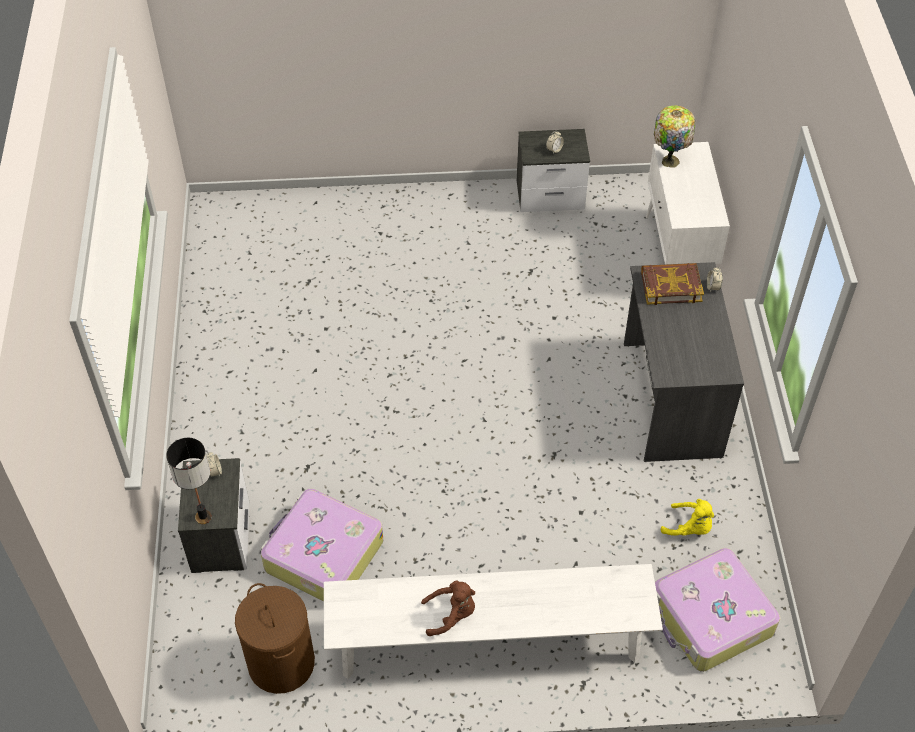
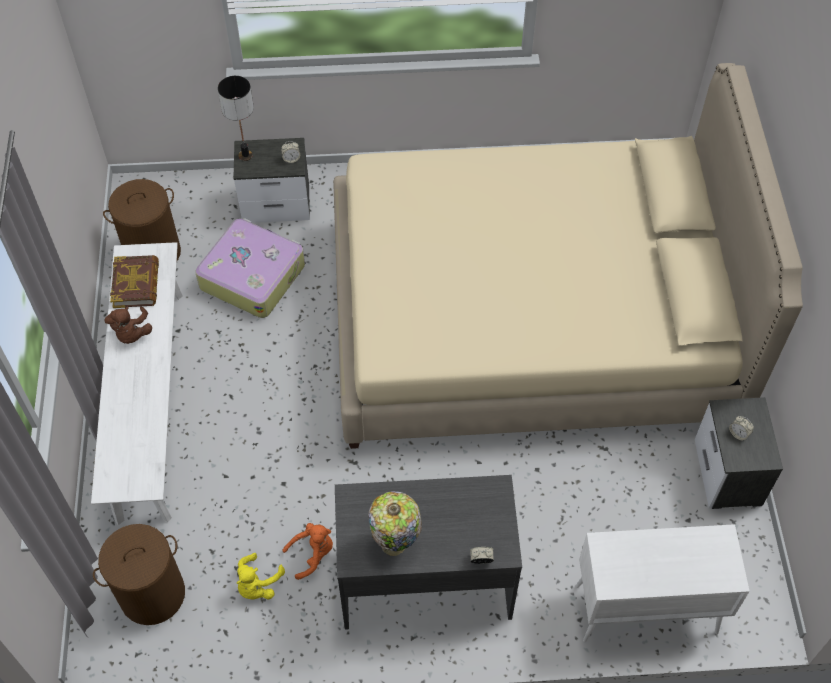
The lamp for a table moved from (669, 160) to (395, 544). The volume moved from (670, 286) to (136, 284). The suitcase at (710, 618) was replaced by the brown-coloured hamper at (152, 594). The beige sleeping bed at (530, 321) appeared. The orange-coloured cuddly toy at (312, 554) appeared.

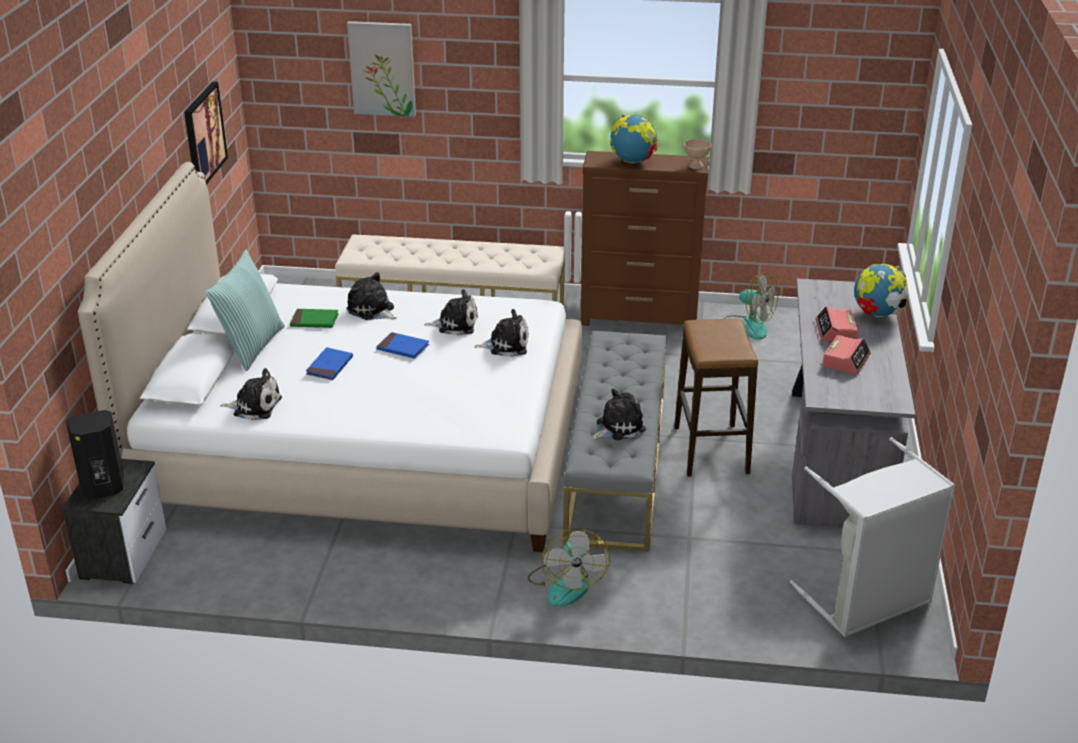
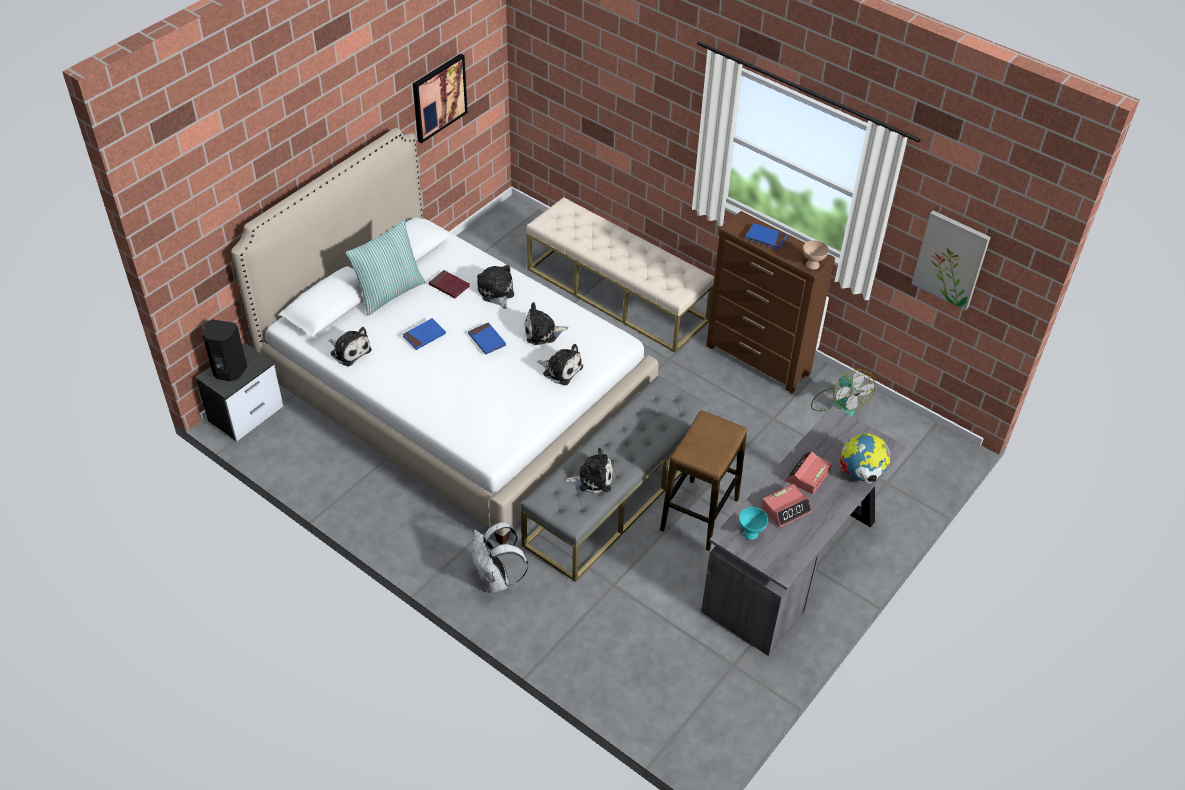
The wall picture moved from (382, 68) to (951, 259). The desk globe at (633, 161) was replaced by the blue-coloured volume at (765, 238). The cuddly toy at (455, 324) turned 135 degrees clockwise. The green-coloured volume at (314, 321) became the red-coloured volume at (449, 286). The gray hamper at (868, 602) disappeared. The fan at (566, 584) was replaced by the whitish knapsack at (496, 580). The turquoise deep dish at (751, 533) appeared.

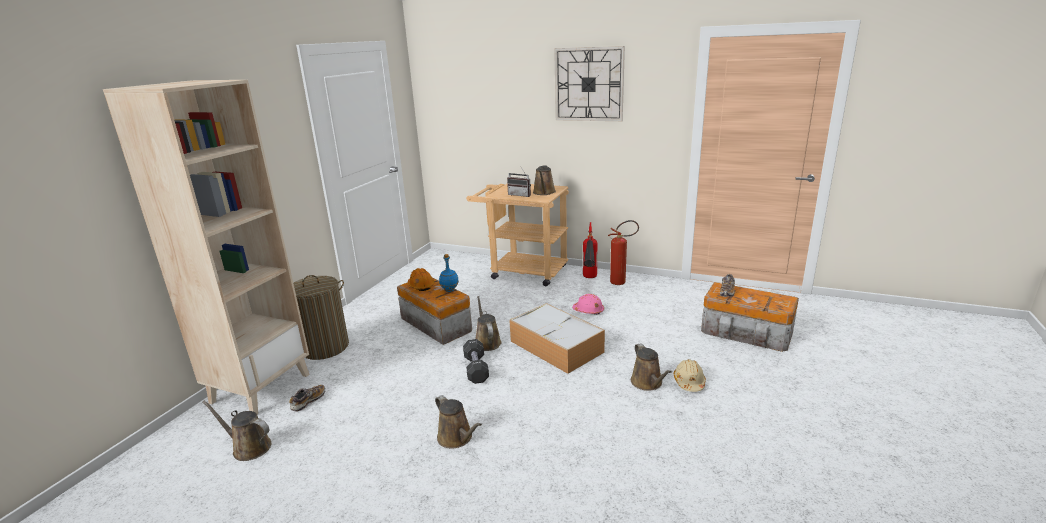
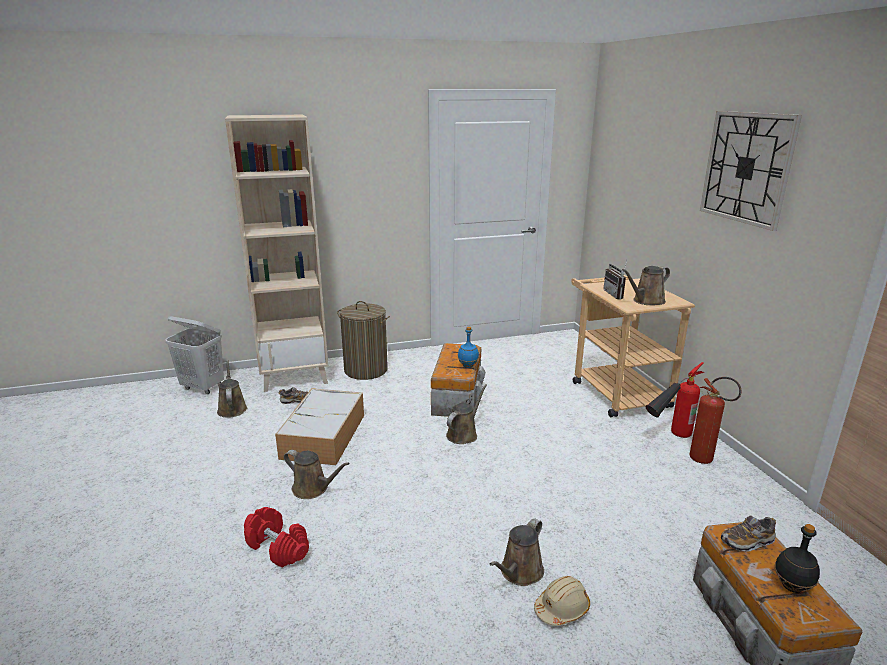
The orange-coloured hard hat at (421, 286) disappeared. The pink-coloured hard hat at (588, 311) disappeared. The storage container moved from (557, 347) to (323, 437). The black-coloured hand weight at (476, 369) disappeared. The brown-coloured watering can at (457, 438) turned 75 degrees counterclockwise. The whitish hamper at (203, 387) appeared. The red-coloured hand weight at (278, 547) appeared. The black-coloured beverage bottle at (791, 587) appeared.

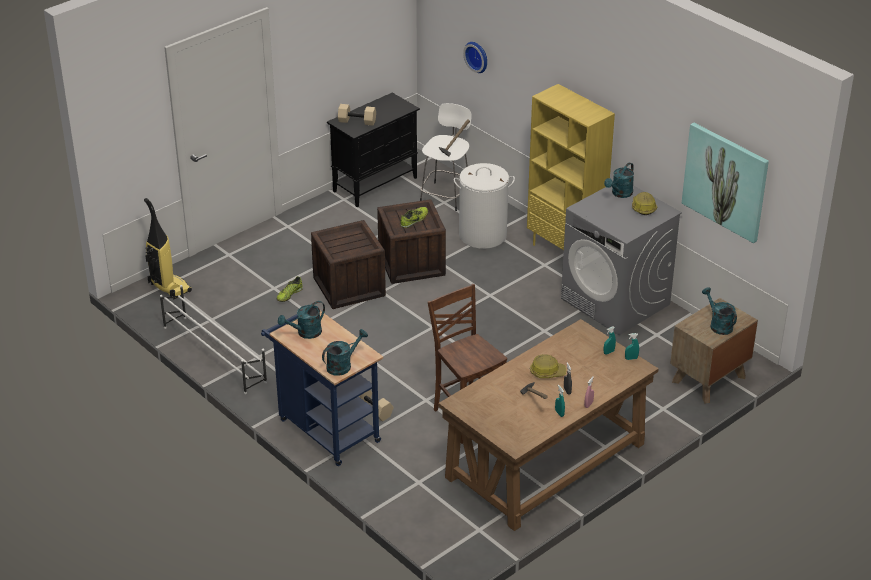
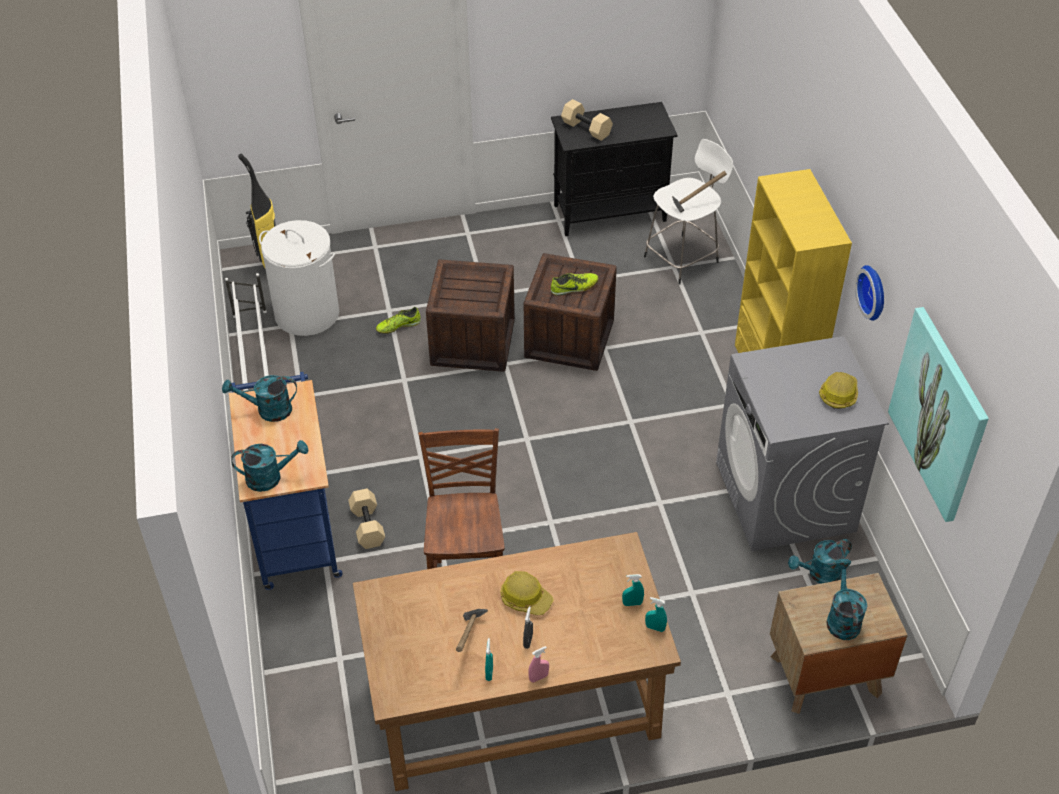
The clock on the wall moved from (477, 56) to (874, 292). The turquoise watering can moved from (620, 194) to (819, 574). The whitish hamper moved from (483, 235) to (307, 314).

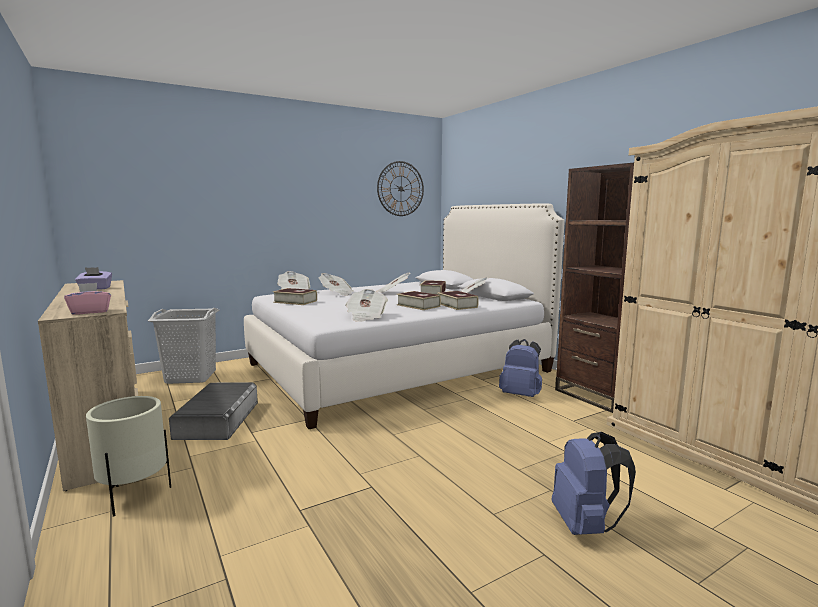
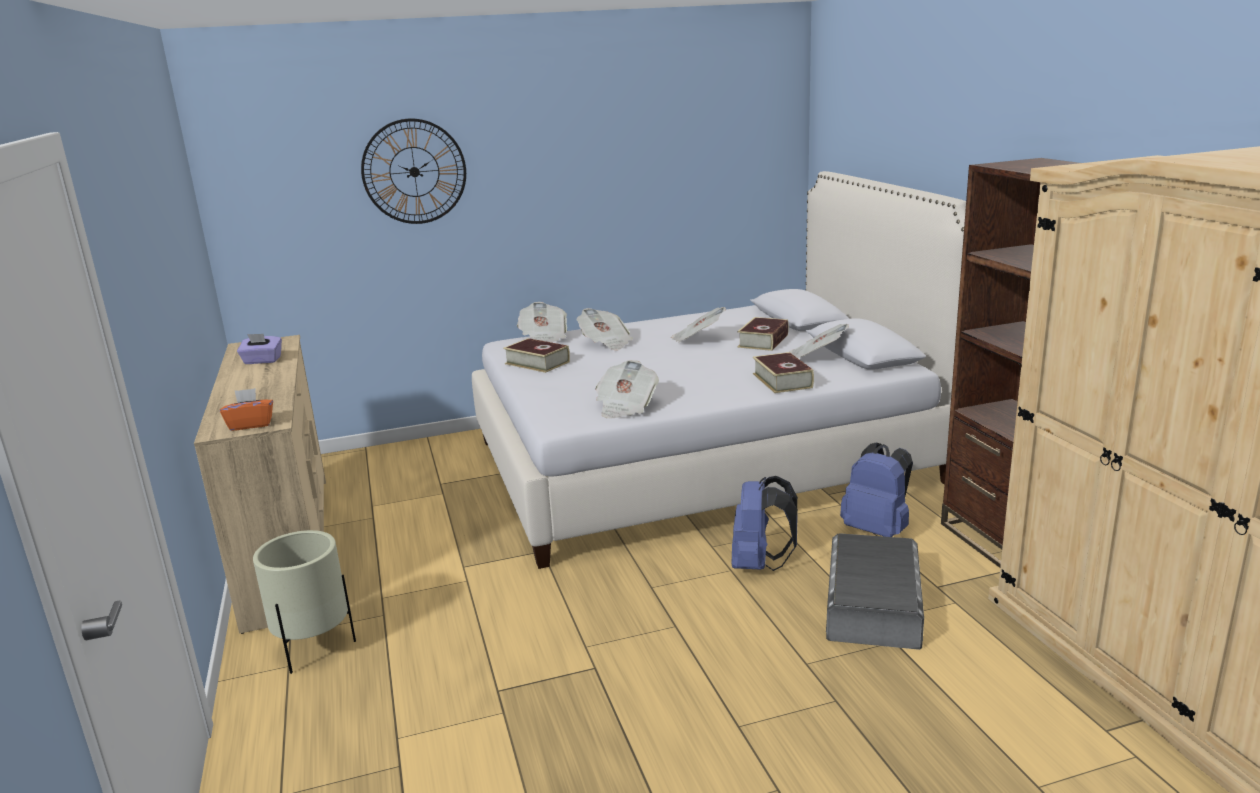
The clock on the wall moved from (400, 188) to (414, 172). The pink-coloured tissue box at (90, 312) became the orange-coloured tissue box at (251, 424). The volume at (418, 306) disappeared. The gray hamper at (190, 377) disappeared. The gray storage container moved from (217, 419) to (872, 603). The blue-coloured knapsack moved from (586, 525) to (759, 564).

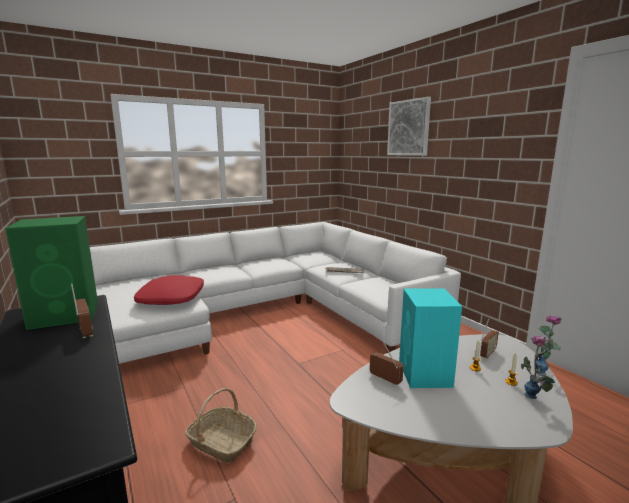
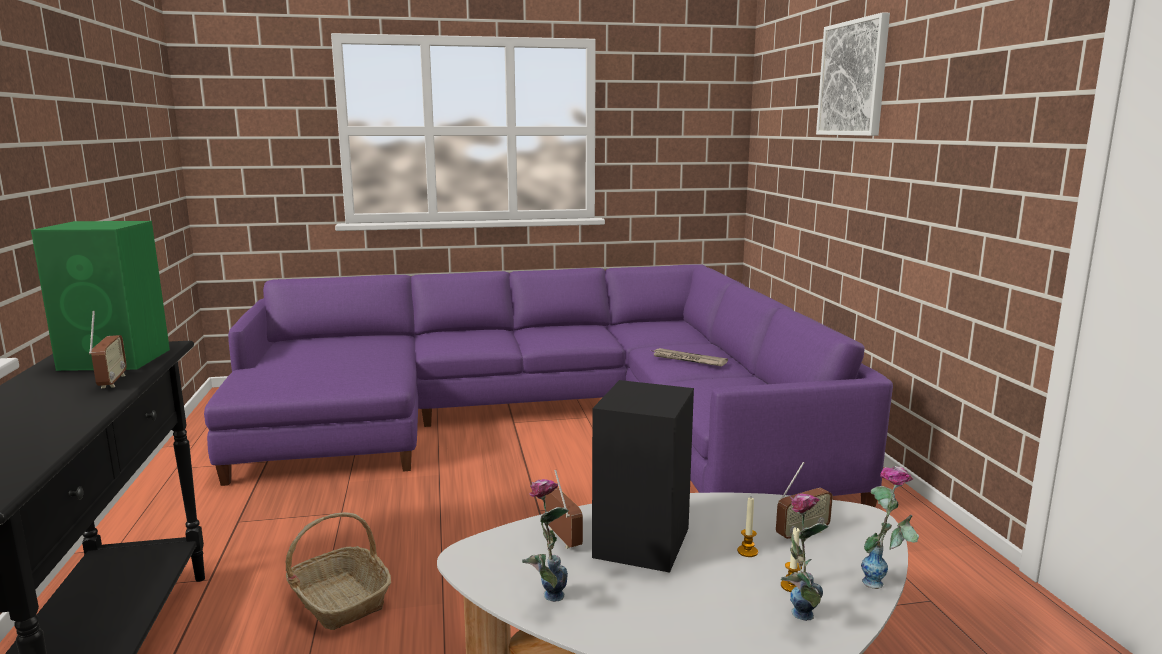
The whitish settee at (263, 313) became the purple settee at (540, 421). The red-coloured throw pillow at (172, 298) disappeared. The turquoise loudspeaker at (425, 375) became the black-coloured loudspeaker at (641, 544). The vase at (545, 603) appeared.

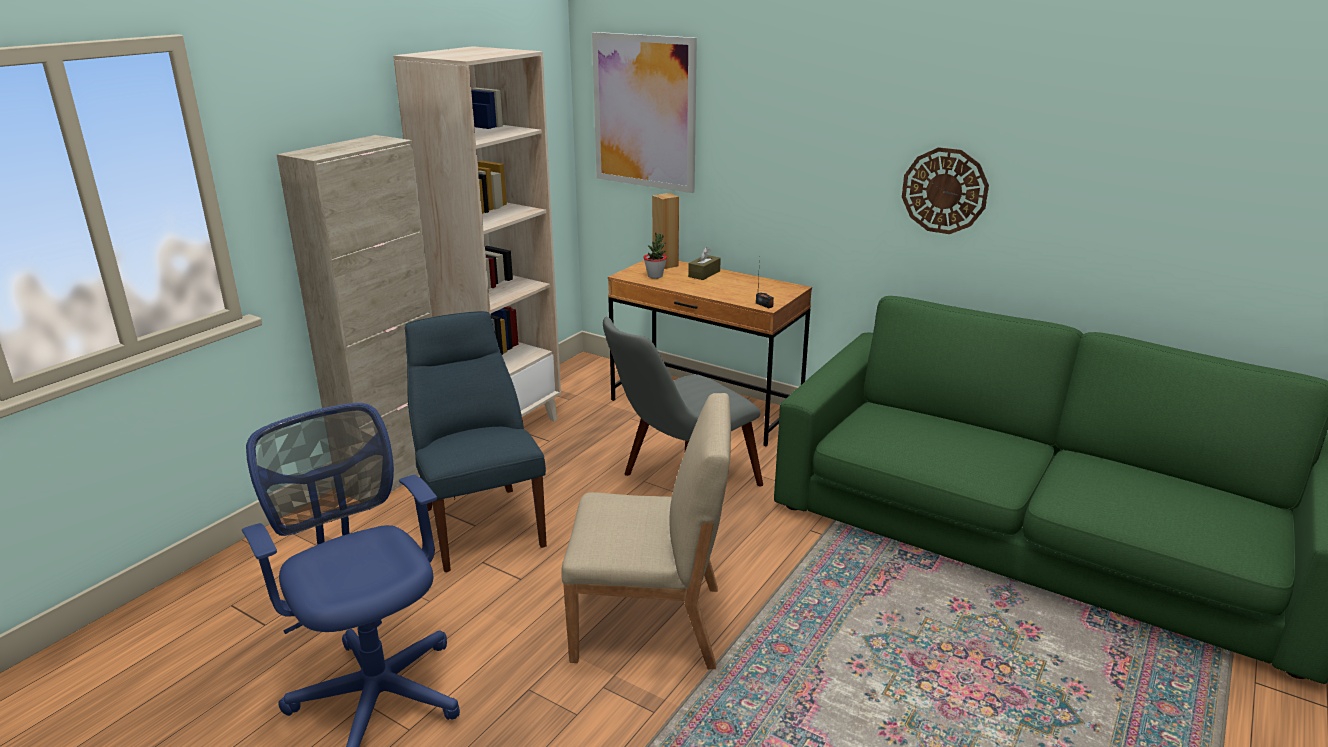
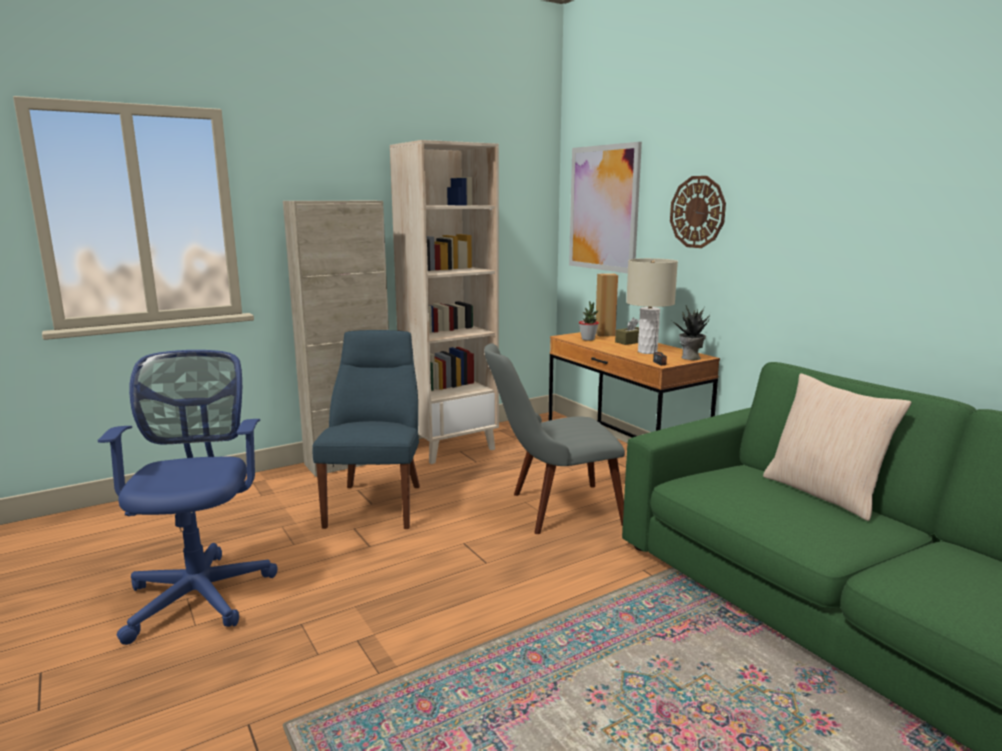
The clock on the wall moved from (944, 191) to (697, 212). The beige upright chair at (650, 624) disappeared. The beige lamp for a table at (647, 352) appeared. The plant in a pot at (690, 358) appeared. The beige throw pillow at (824, 493) appeared.

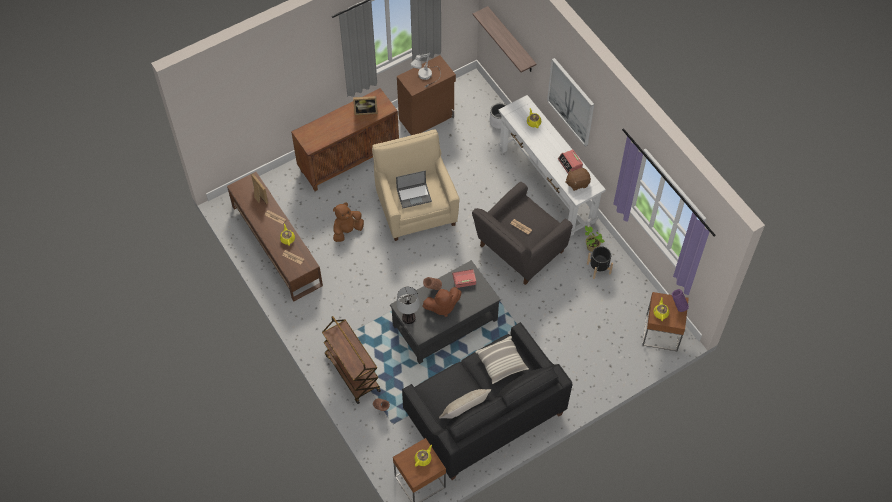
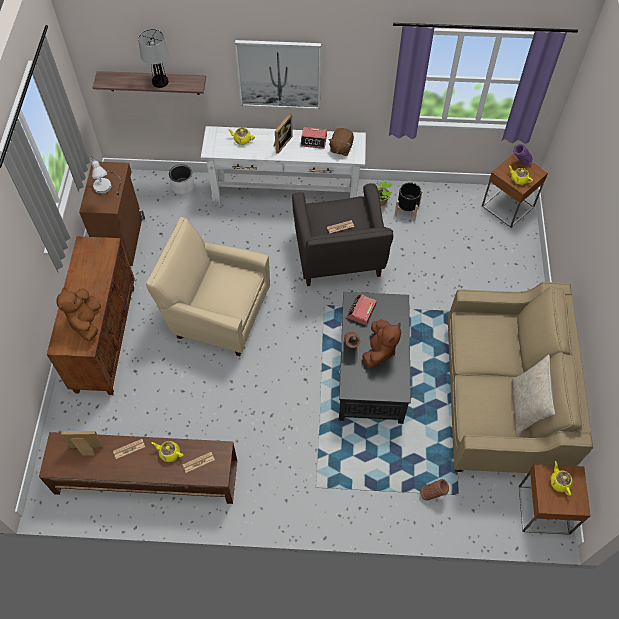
The photo frame moved from (365, 111) to (281, 143). The notebook computer at (414, 195) disappeared. The brown-coloured cuddly toy moved from (347, 230) to (86, 322). The lamp for a table moved from (408, 317) to (160, 82). The brown-coloured trolley at (352, 372) disappeared. The black-coloured settee at (484, 414) became the beige settee at (501, 399). The throw pillow at (501, 363) disappeared.

